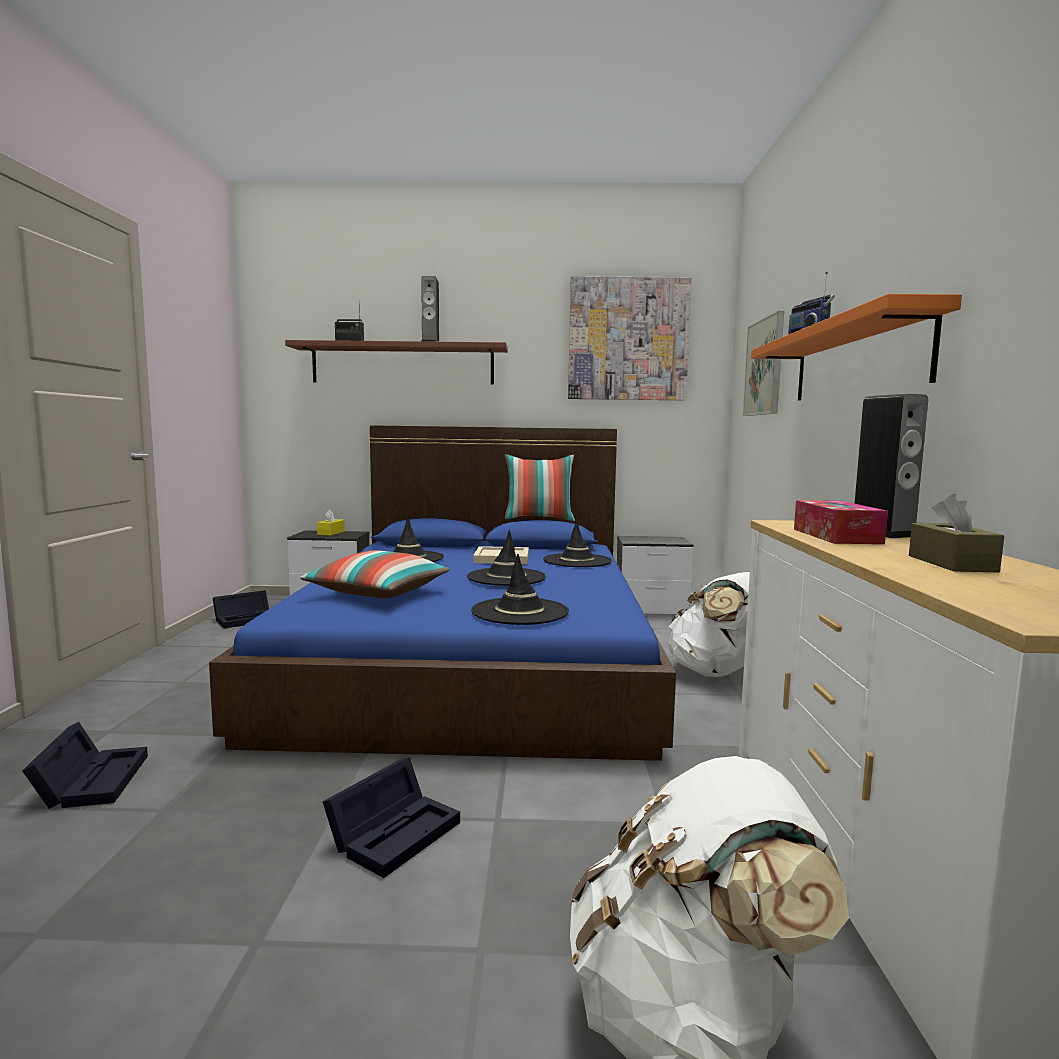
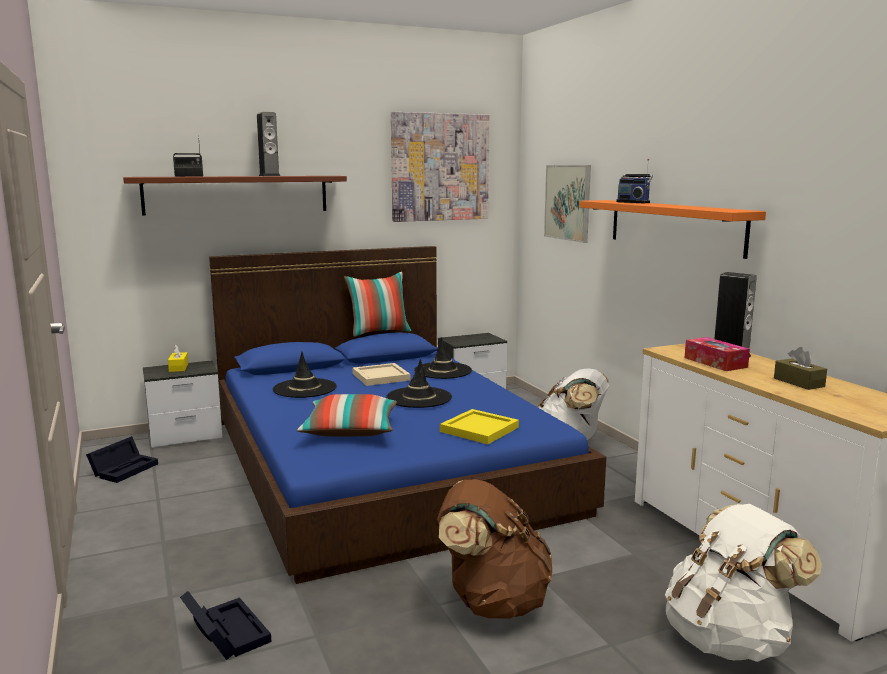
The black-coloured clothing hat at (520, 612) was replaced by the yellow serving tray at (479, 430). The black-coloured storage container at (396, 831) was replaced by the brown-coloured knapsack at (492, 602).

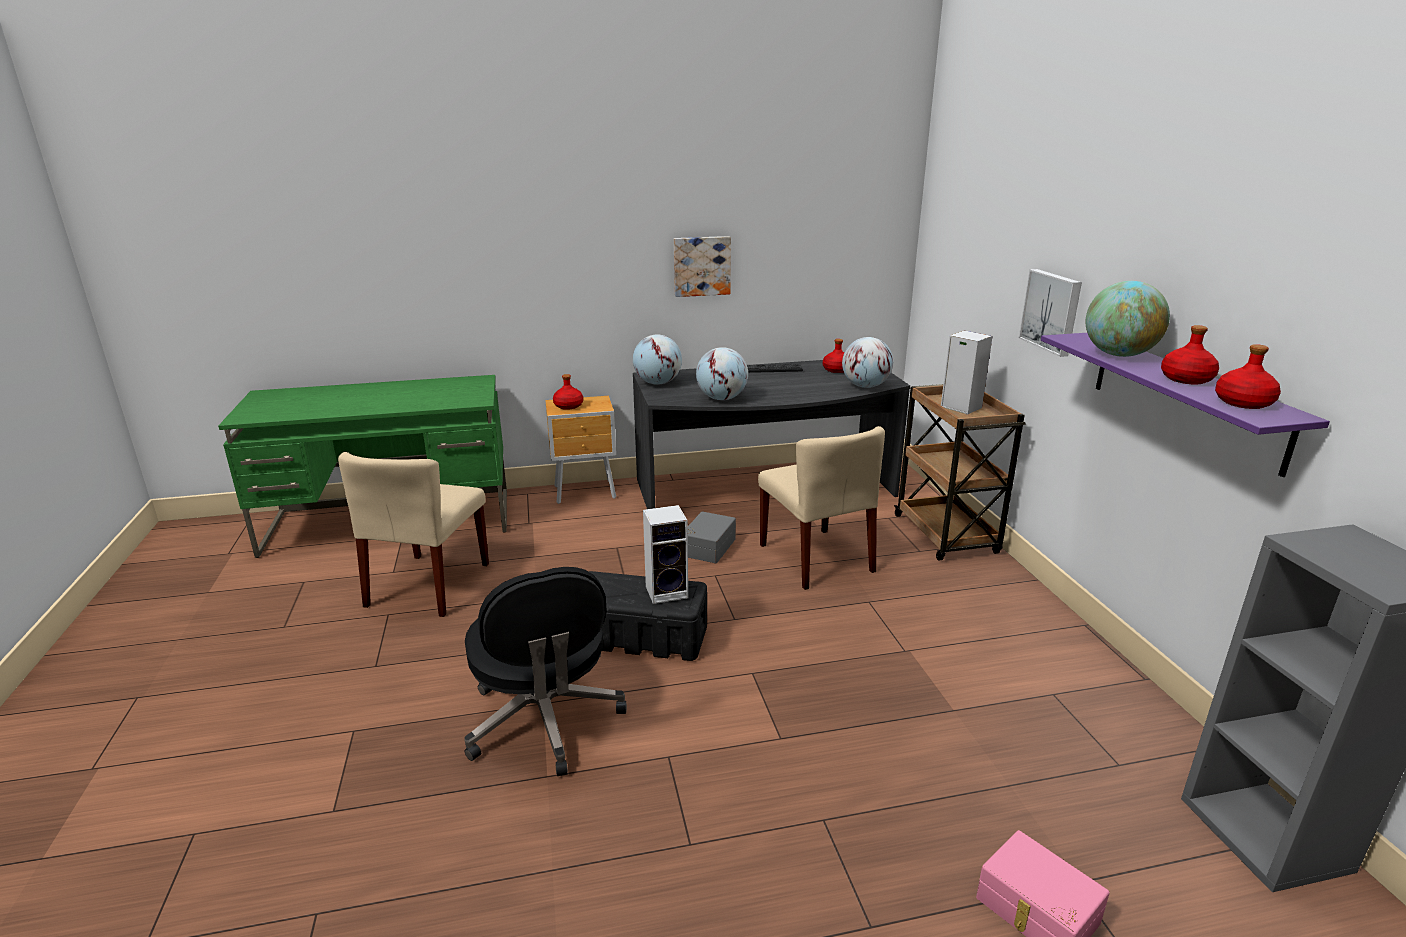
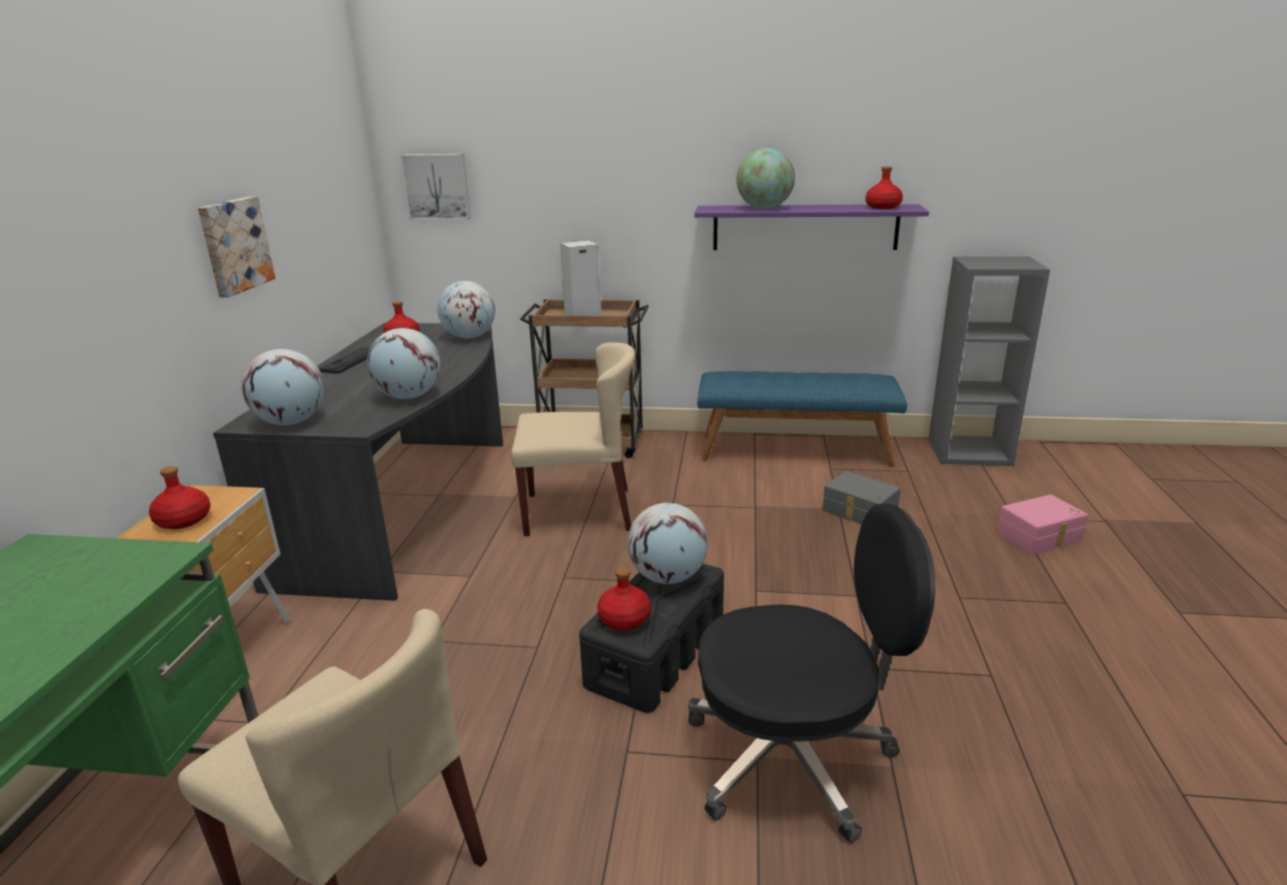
The wall picture moved from (1052, 311) to (437, 186). The red-coloured beverage bottle moved from (1186, 379) to (624, 618). The loudspeaker at (668, 591) was replaced by the desk globe at (668, 577). The gray storage container moved from (707, 547) to (859, 512). The blue-coloured bench at (795, 450) appeared.

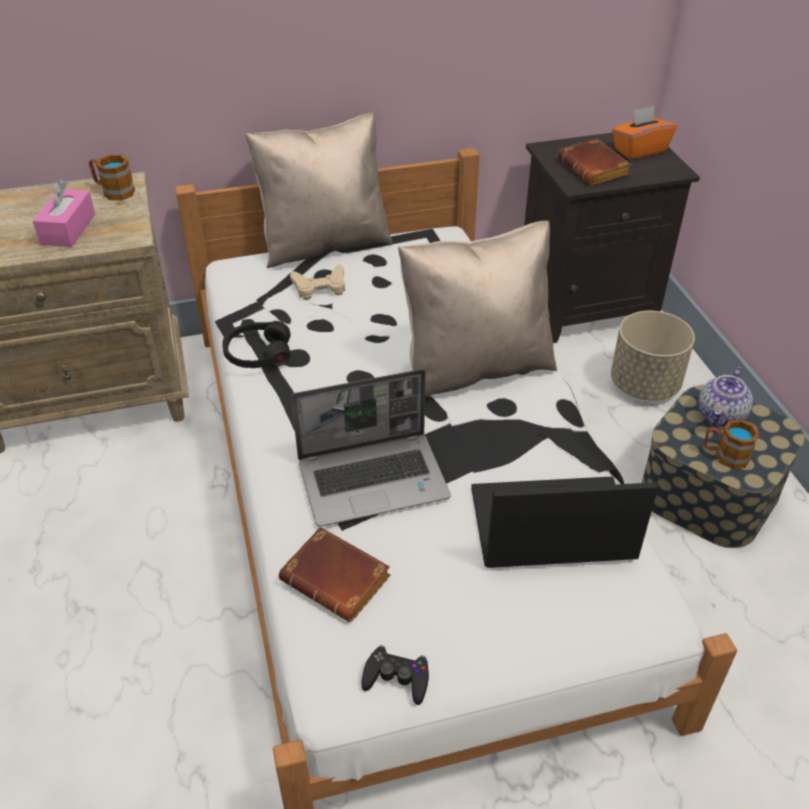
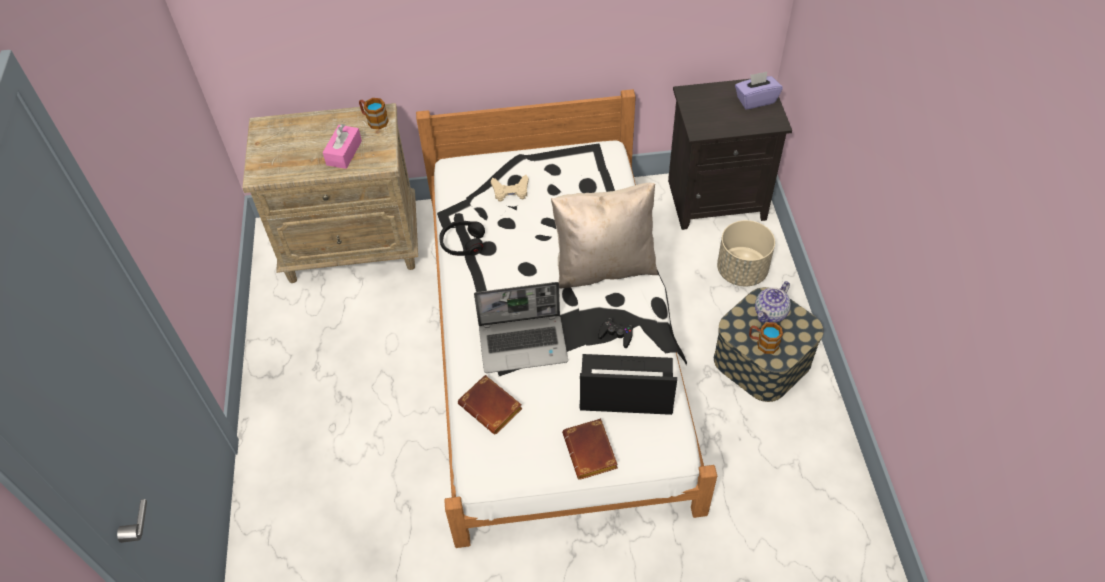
The orange-coloured tissue box at (639, 150) became the purple tissue box at (755, 100). The beige throw pillow at (324, 243) disappeared. The brown-coloured volume moved from (595, 169) to (592, 453). The black-coloured gamepad moved from (396, 678) to (616, 335).

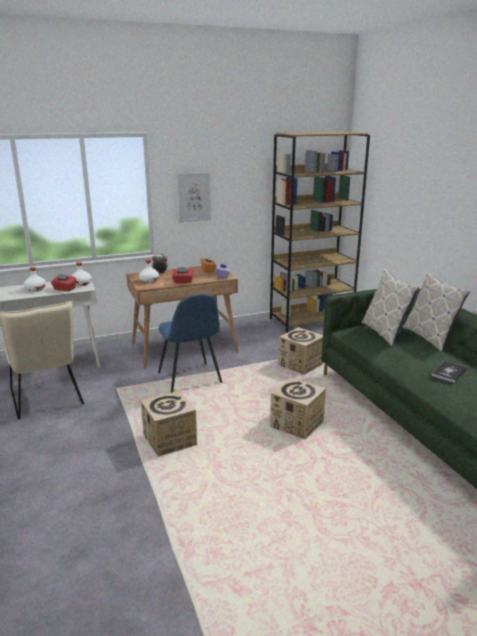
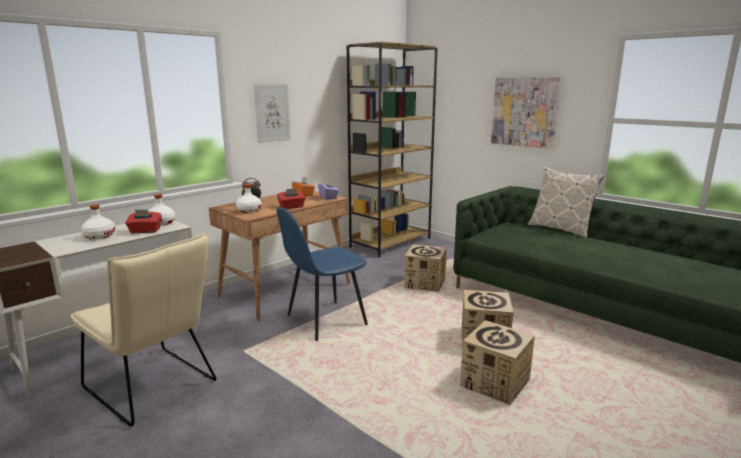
The throw pillow at (385, 333) disappeared. The blue-coloured upright chair at (190, 379) turned 105 degrees clockwise. The volume at (449, 372) disappeared. The carton moved from (169, 440) to (495, 383). The wall picture at (524, 112) appeared.

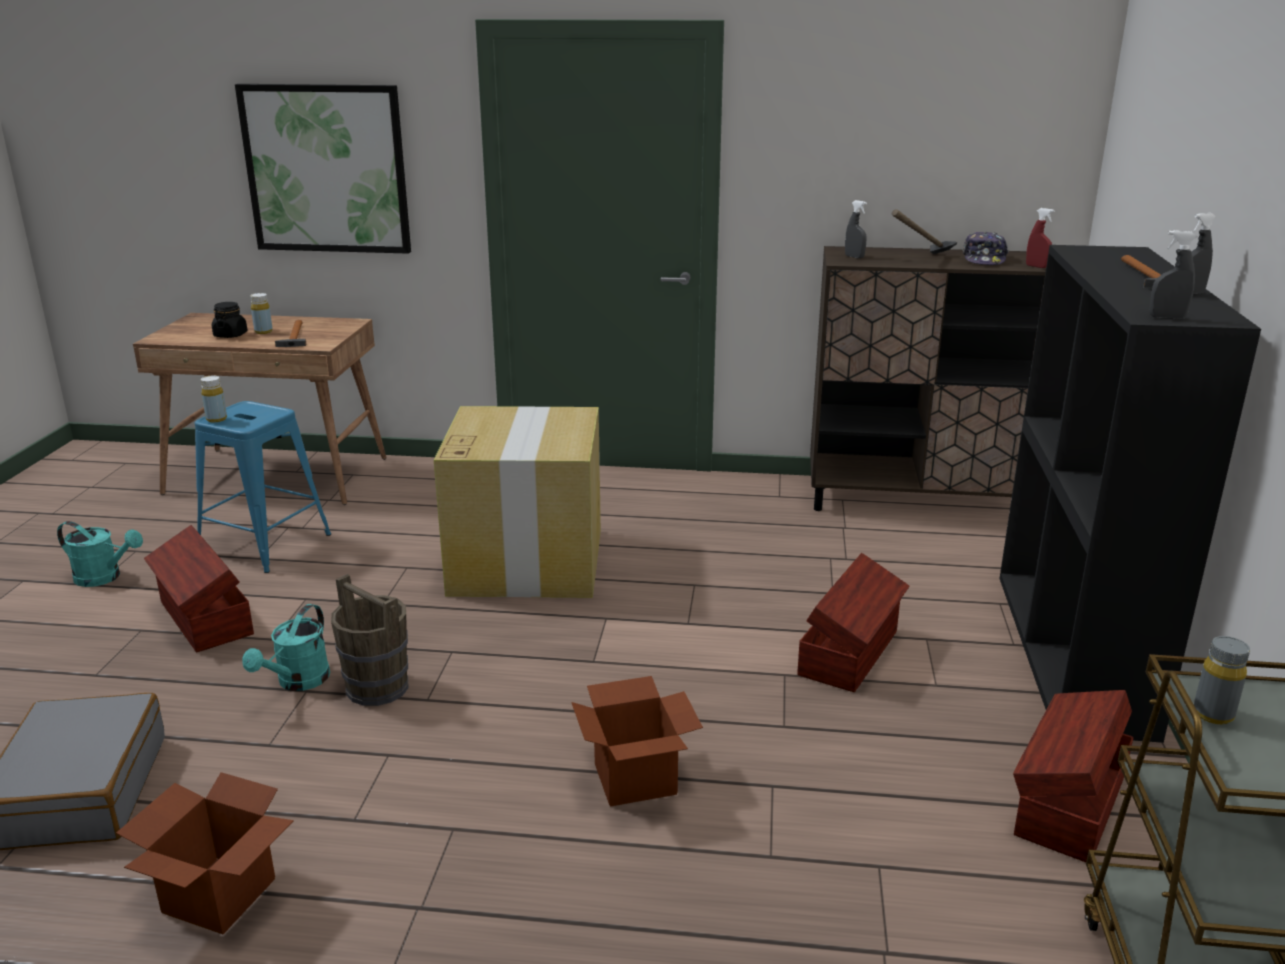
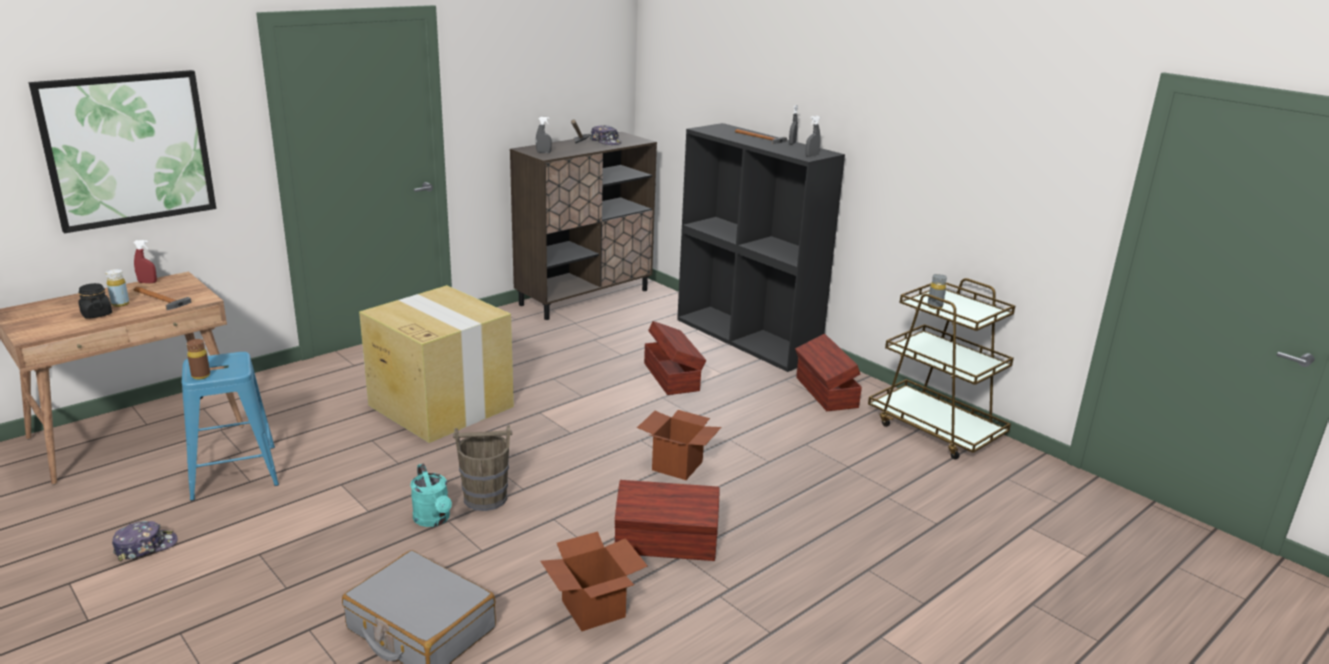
The red-coloured sprayer moved from (1036, 266) to (147, 282). The yellow beverage bottle at (216, 419) became the brown-coloured beverage bottle at (201, 376). The turquoise watering can at (104, 577) was replaced by the baseball cap at (145, 547). The brown-coloured storage container moved from (204, 619) to (667, 544).

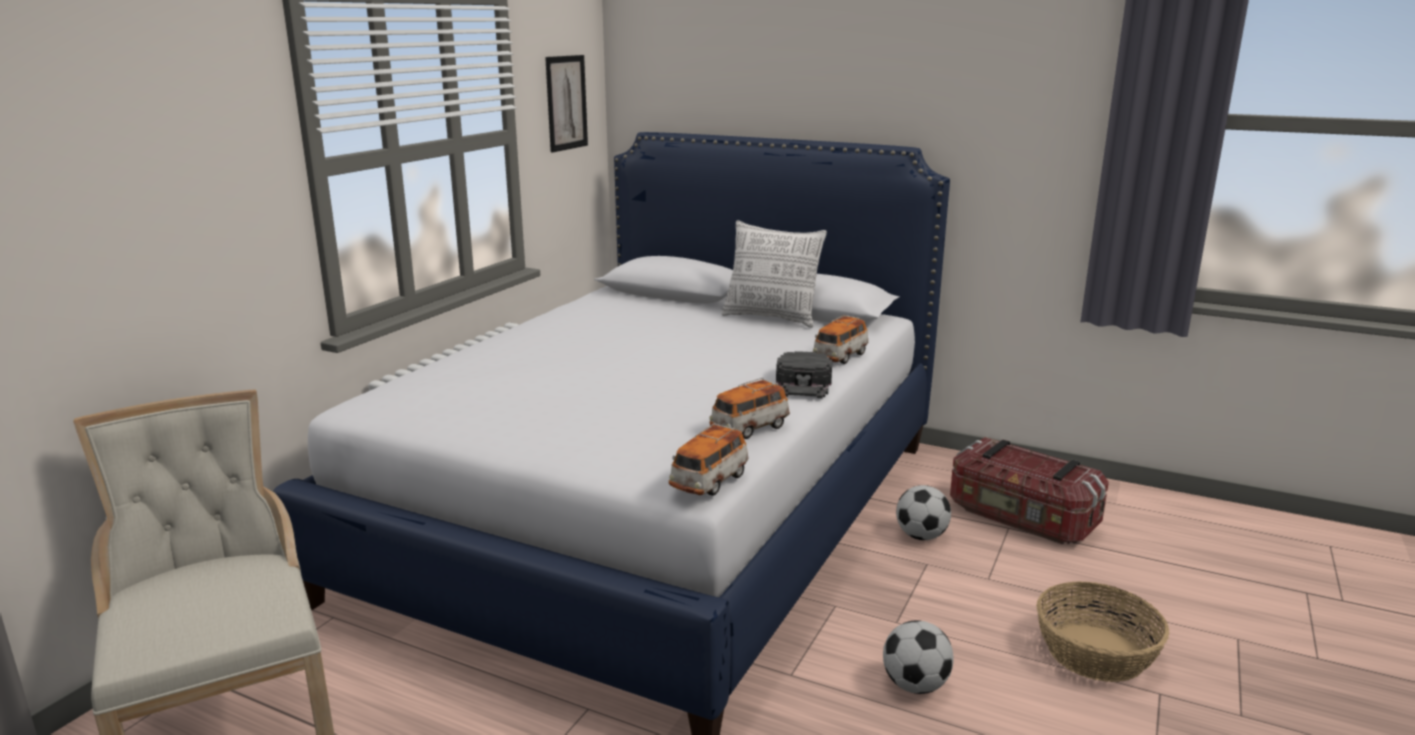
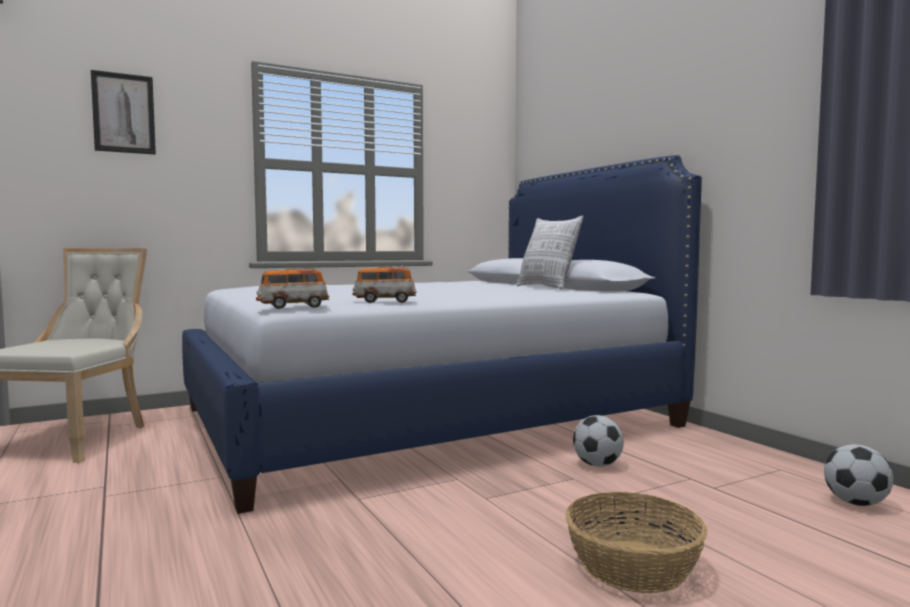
The wall picture moved from (566, 103) to (124, 113). The model car at (840, 357) disappeared. The black-coloured baseball cap at (804, 383) disappeared. The storage container at (1021, 518) disappeared. The football moved from (915, 685) to (856, 503).

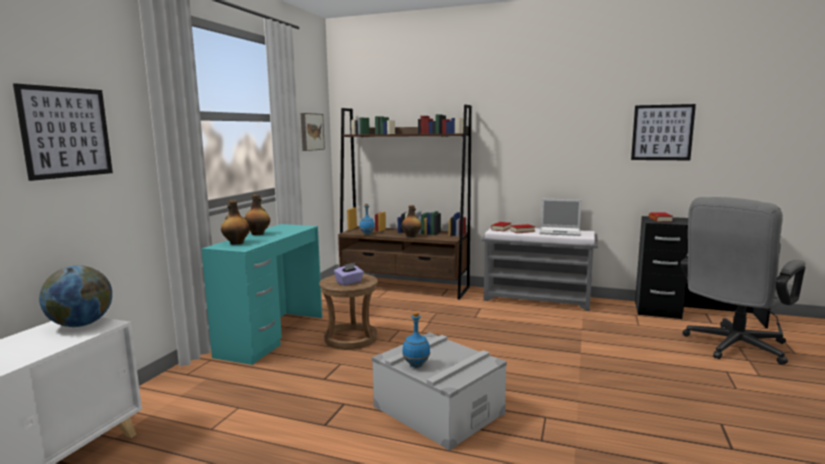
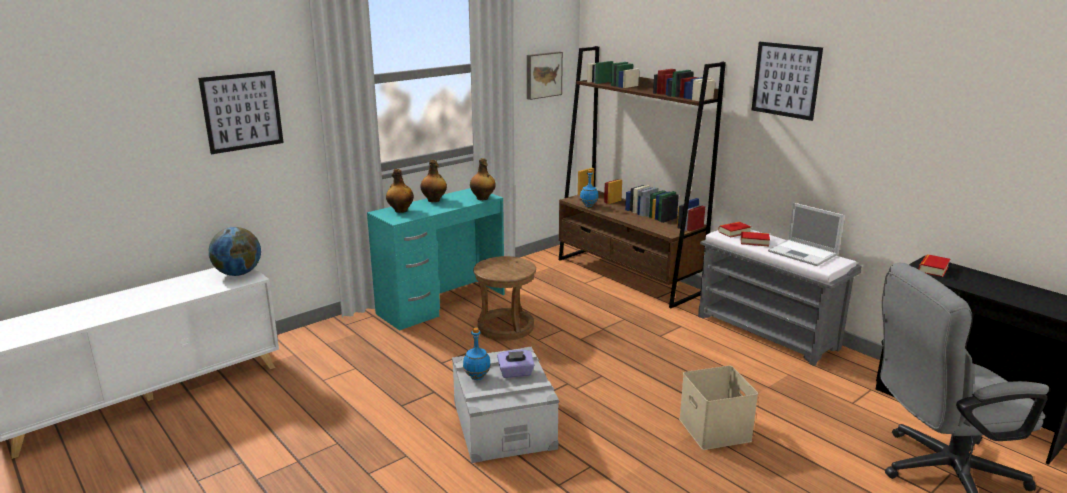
The wall picture moved from (662, 132) to (786, 80). The beverage bottle moved from (411, 236) to (482, 198). The purple tissue box moved from (349, 282) to (515, 373). The beige storage container at (713, 429) appeared.

